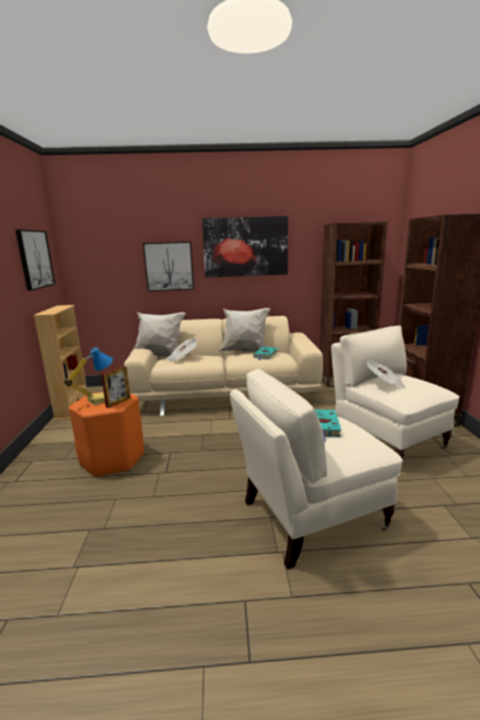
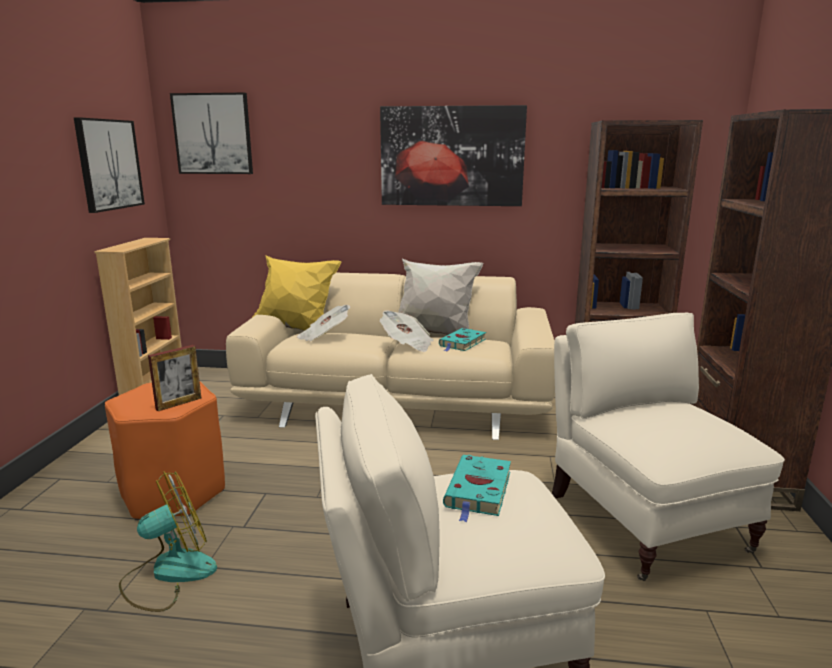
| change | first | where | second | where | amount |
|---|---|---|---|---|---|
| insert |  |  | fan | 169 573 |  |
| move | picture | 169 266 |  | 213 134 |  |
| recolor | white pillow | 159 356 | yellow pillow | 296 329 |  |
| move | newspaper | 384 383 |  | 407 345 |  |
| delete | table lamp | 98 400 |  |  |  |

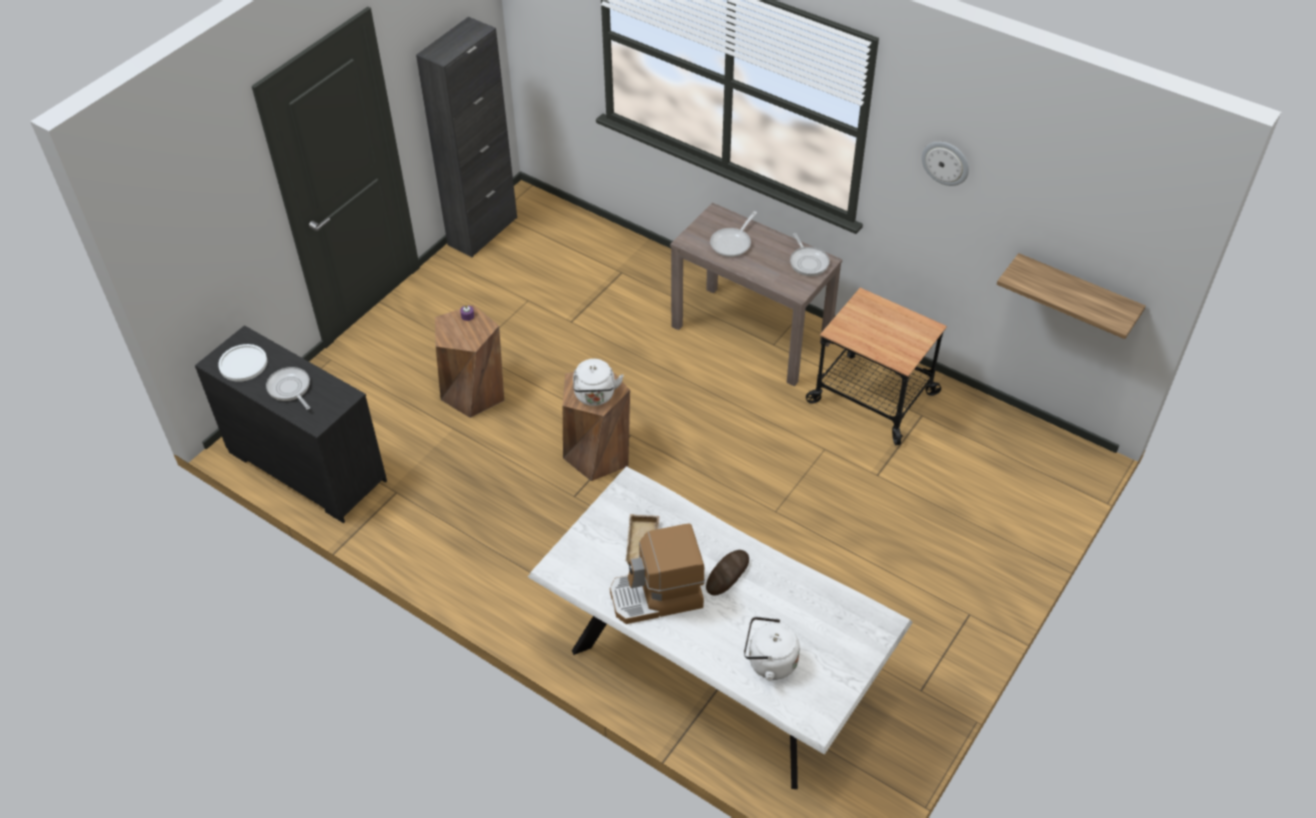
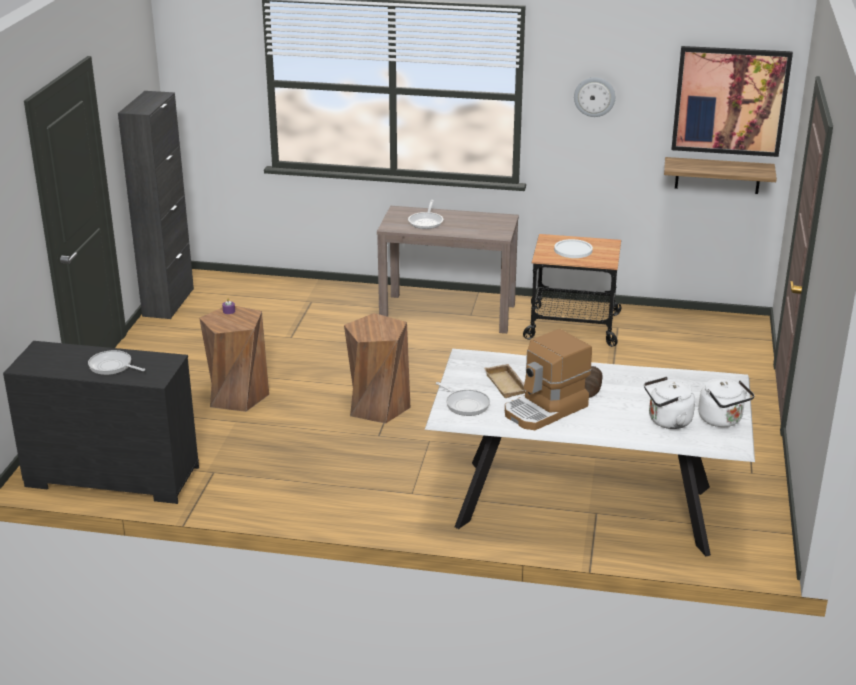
| change | first | where | second | where | amount |
|---|---|---|---|---|---|
| move | frying pan | 808 262 |  | 465 404 |  |
| move | white plate | 243 364 |  | 573 250 |  |
| insert |  |  | picture | 730 101 |  |
| move | white kettle | 595 396 |  | 722 420 |  |

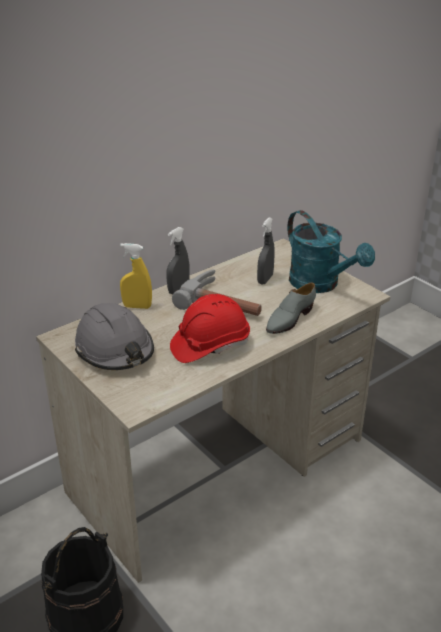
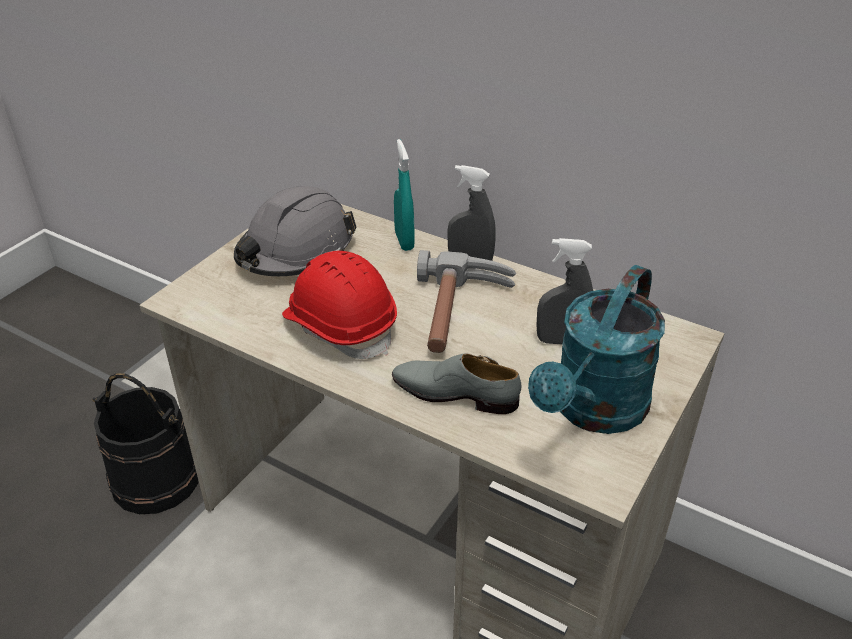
| change | first | where | second | where | amount |
|---|---|---|---|---|---|
| recolor | yellow spray bottle | 137 306 | turquoise spray bottle | 404 241 |  |

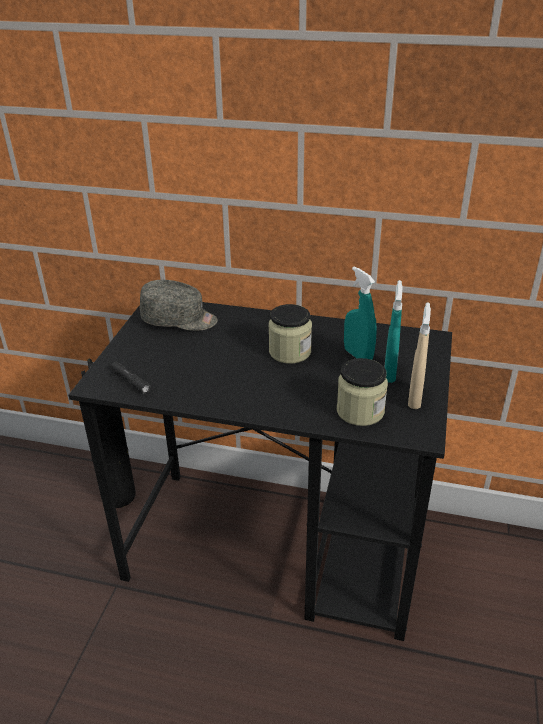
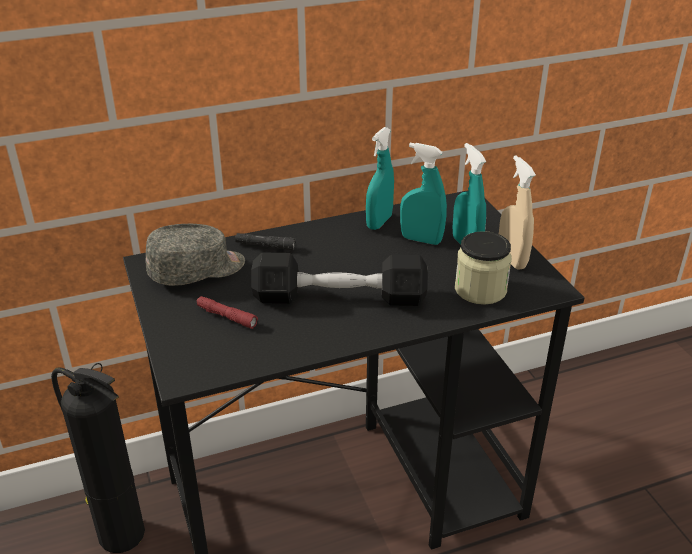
| change | first | where | second | where | amount |
|---|---|---|---|---|---|
| insert |  |  | red flashlight | 226 317 |  |
| move | black flashlight | 130 381 |  | 265 246 |  |
| insert |  |  | black dumbbell | 339 297 |  |
| insert |  |  | turquoise spray bottle | 379 222 |  |
| delete | jar | 290 352 |  |  |  |

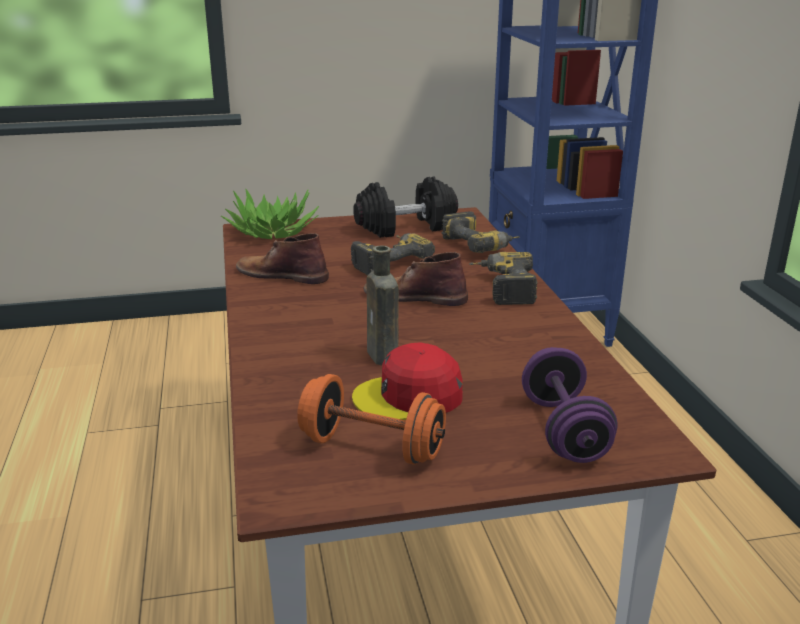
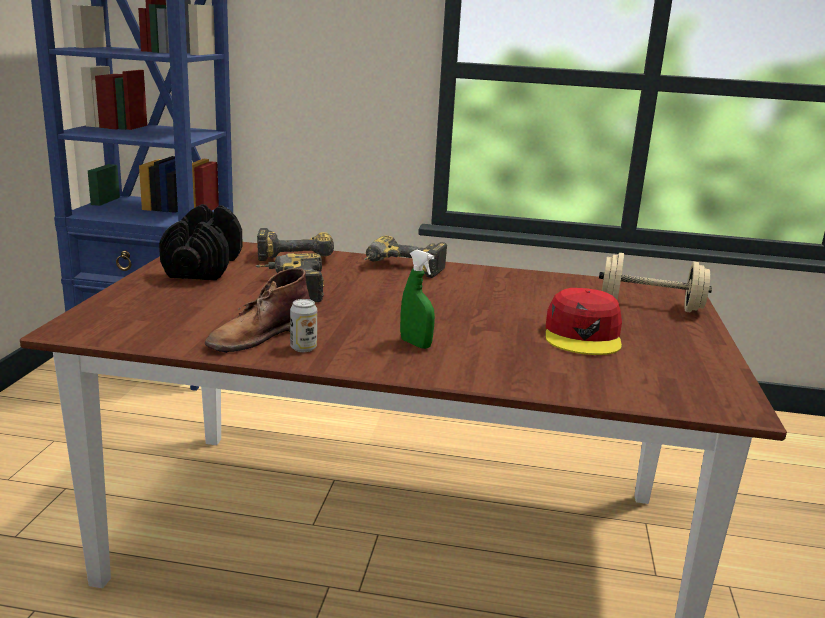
| change | first | where | second | where | amount |
|---|---|---|---|---|---|
| insert |  |  | can | 303 348 |  |
| insert |  |  | green spray bottle | 415 344 |  |
| recolor | purple dumbbell | 564 430 | beige dumbbell | 650 305 |  |
| delete | potted plant | 273 231 |  |  |  |
| delete | orange dumbbell | 372 447 |  |  |  |
| delete | brown boot | 414 297 |  |  |  |
| delete | brown bottle | 383 357 |  |  |  |

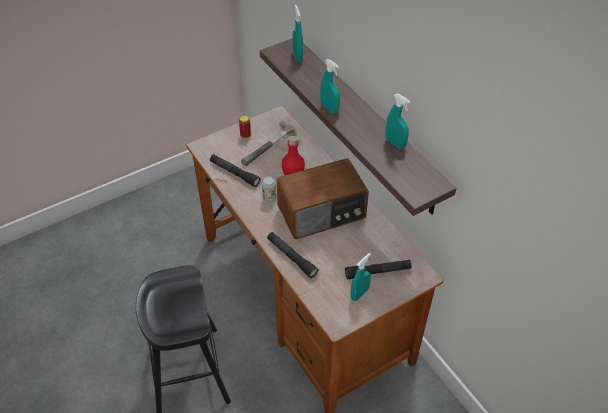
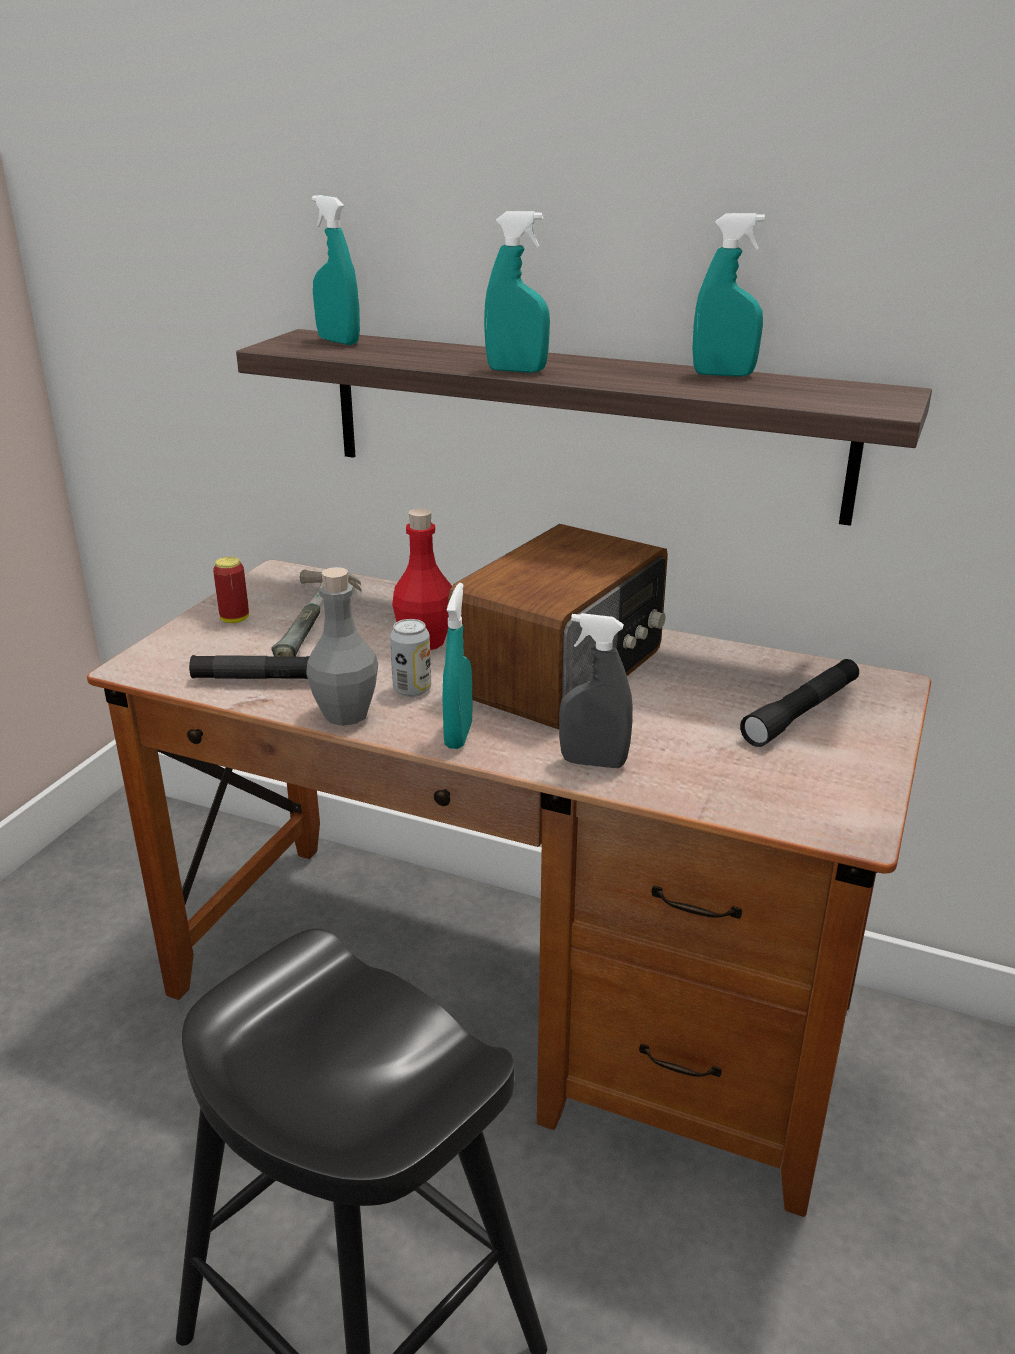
| change | first | where | second | where | amount |
|---|---|---|---|---|---|
| insert |  |  | grey bottle | 346 714 |  |
| move | turquoise spray bottle | 359 294 |  | 458 735 |  |
| replace | black flashlight | 291 257 | grey spray bottle | 593 762 |  |

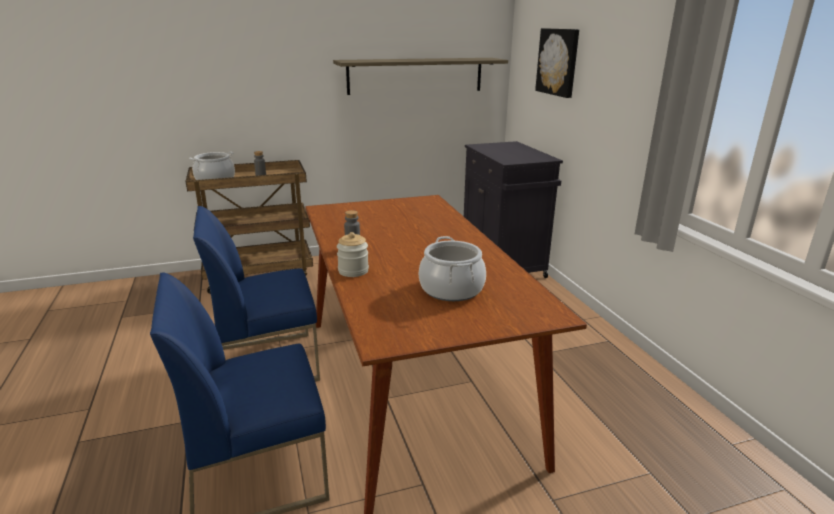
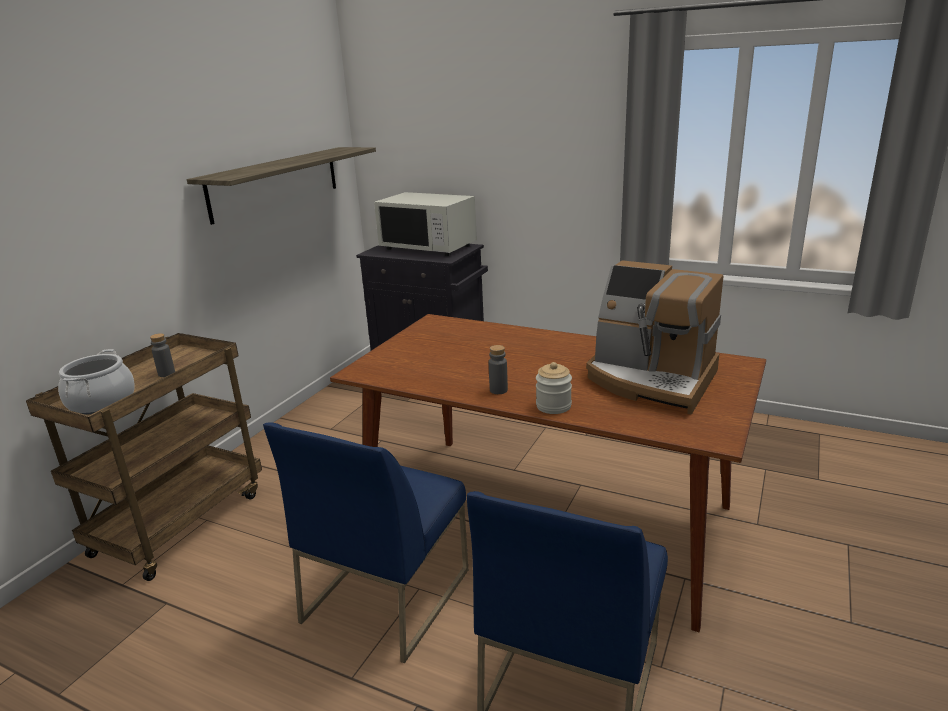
| change | first | where | second | where | amount |
|---|---|---|---|---|---|
| insert |  |  | white microwave | 428 247 |  |
| replace | cooking pot | 452 289 | coffee machine | 651 380 |  |
| delete | picture | 558 62 |  |  |  |

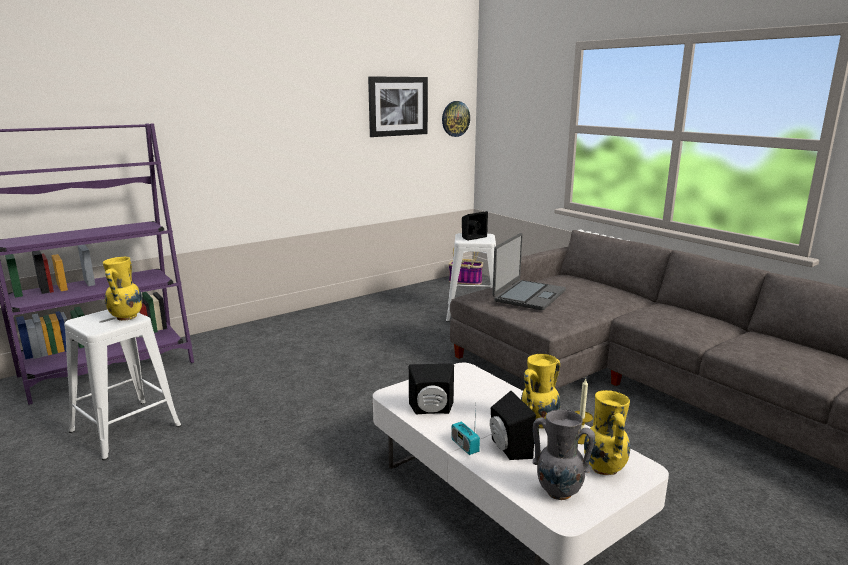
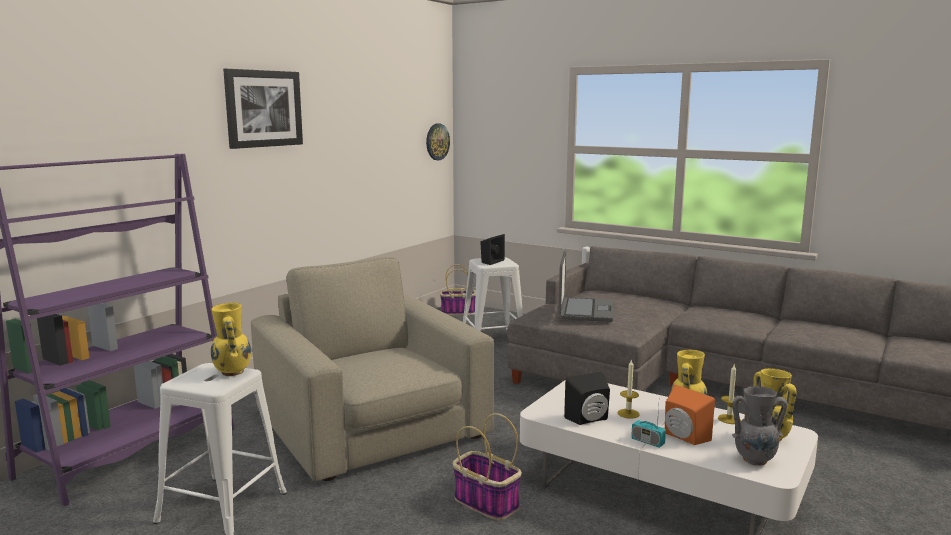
| change | first | where | second | where | amount |
|---|---|---|---|---|---|
| move | picture | 398 106 |  | 263 108 |  |
| insert |  |  | beige armchair | 373 426 |  |
| insert |  |  | basket | 485 502 |  |
| insert |  |  | candle | 628 413 |  |
| recolor | black speaker | 507 448 | orange speaker | 683 437 |  |

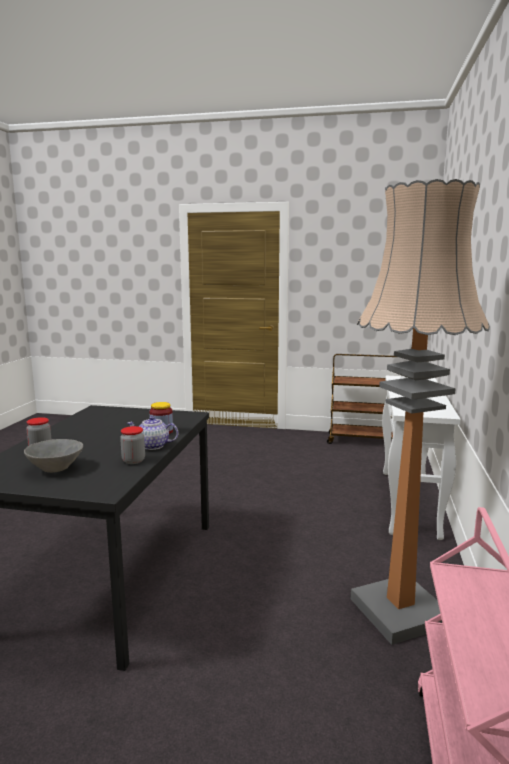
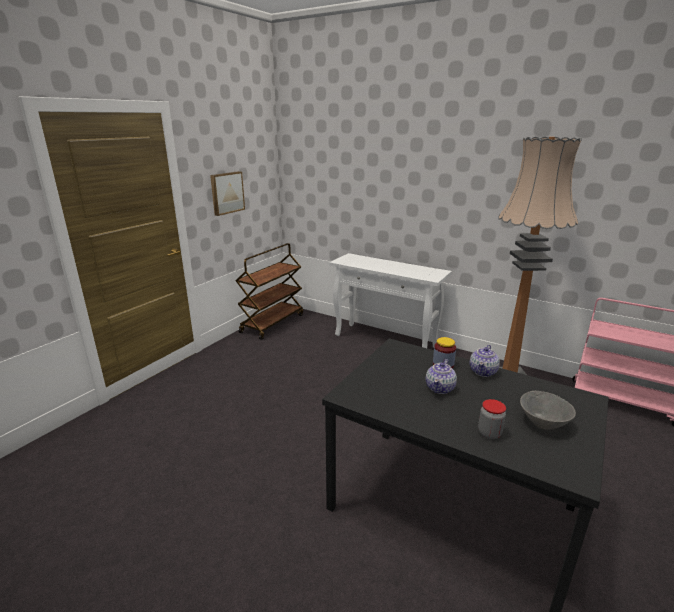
| change | first | where | second | where | amount |
|---|---|---|---|---|---|
| insert |  |  | picture | 226 193 |  |
| insert |  |  | teapot | 440 388 |  |
| delete | jar | 133 461 |  |  |  |

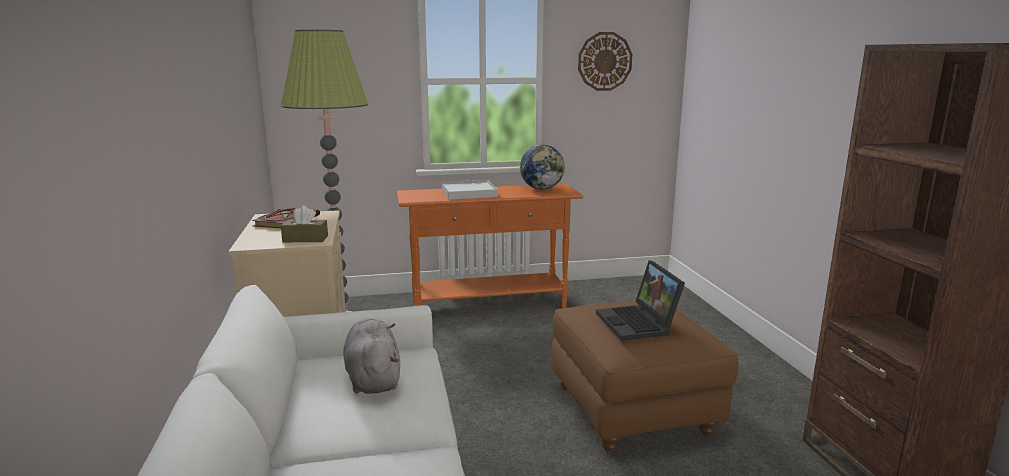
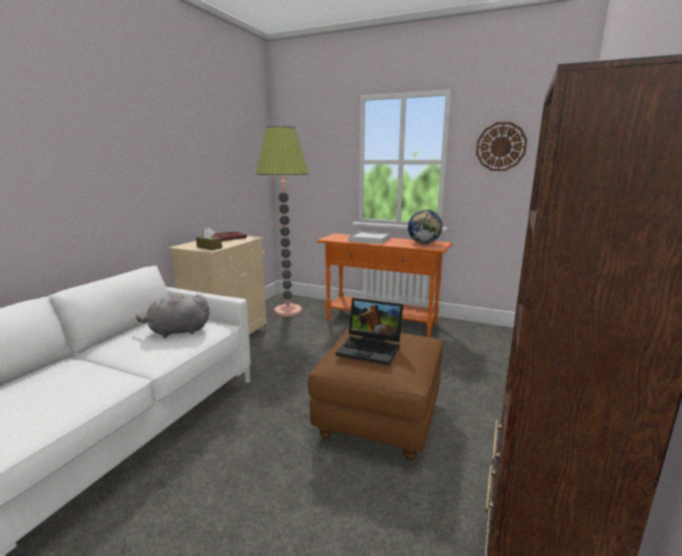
| change | first | where | second | where | amount |
|---|---|---|---|---|---|
| rotate | grey plush toy | 373 378 |  | 177 332 | 120 degrees counterclockwise |
| rotate | laptop | 639 324 |  | 371 348 | 90 degrees counterclockwise |

